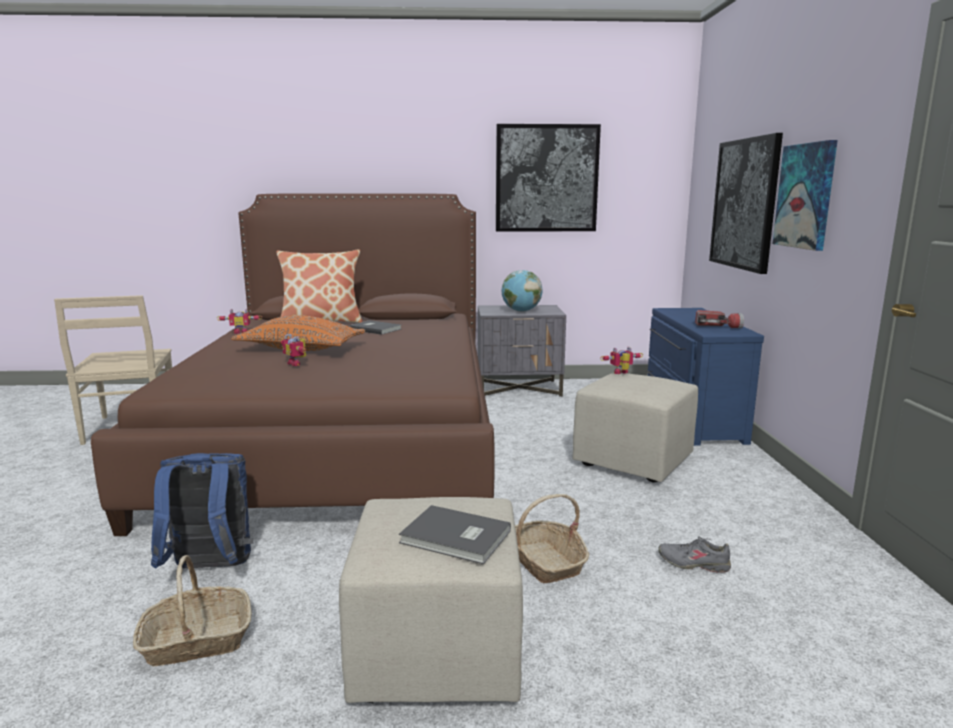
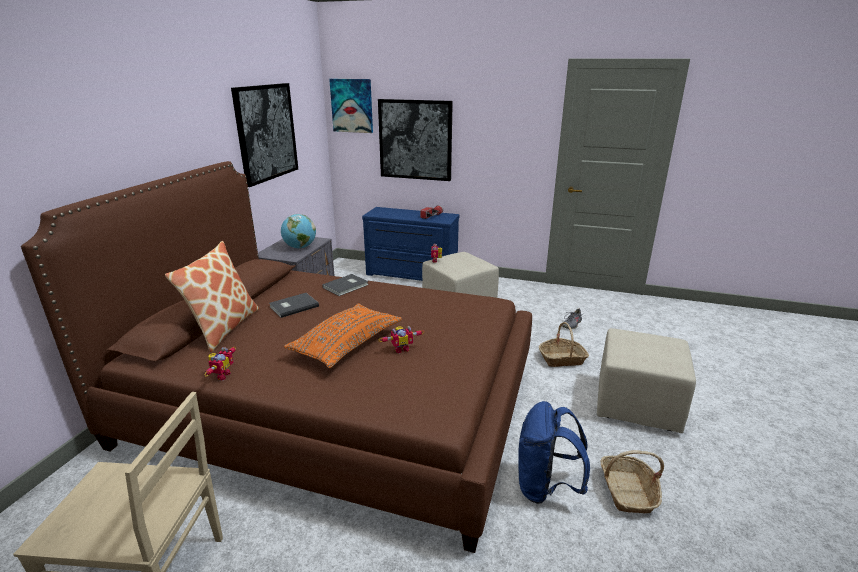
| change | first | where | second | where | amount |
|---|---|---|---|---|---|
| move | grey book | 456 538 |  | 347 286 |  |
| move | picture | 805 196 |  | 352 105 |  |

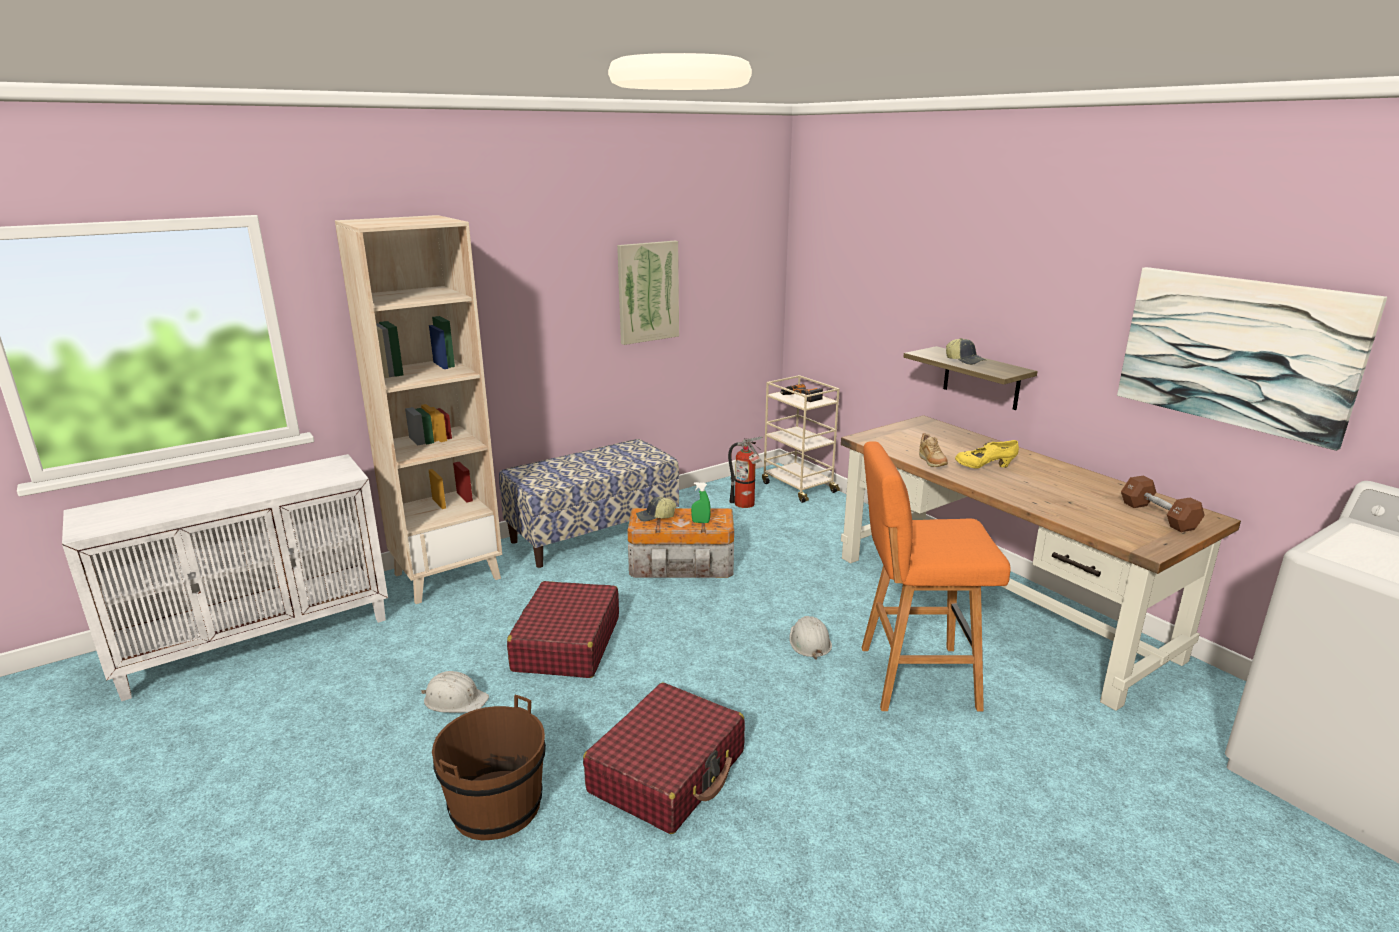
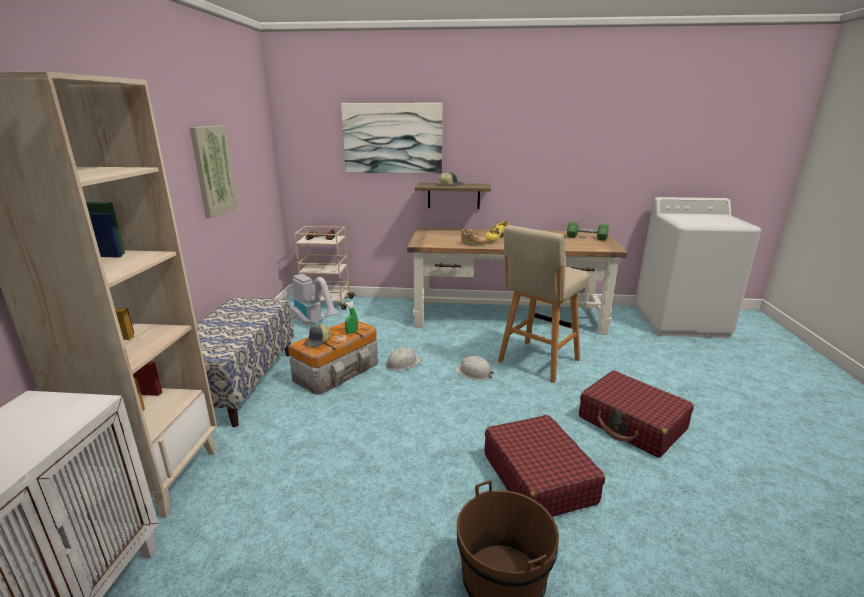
| change | first | where | second | where | amount |
|---|---|---|---|---|---|
| replace | fire extinguisher | 747 505 | vacuum cleaner | 315 323 |  |
| move | picture | 1237 351 |  | 392 138 |  |
| move | white hard hat | 455 700 |  | 403 363 |  |
| recolor | orange stool | 913 677 | beige stool | 537 362 |  |
| recolor | brown dumbbell | 1158 516 | green dumbbell | 586 237 |  |
| move | red suitcase | 566 644 |  | 632 423 |  |

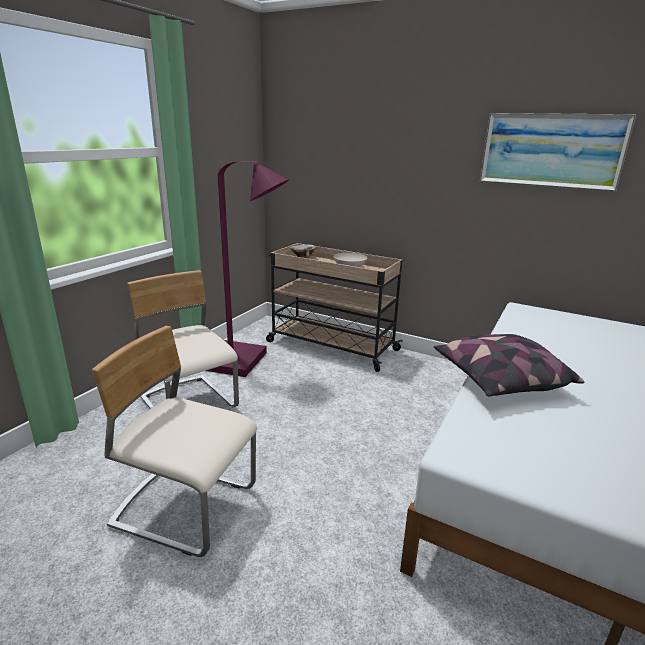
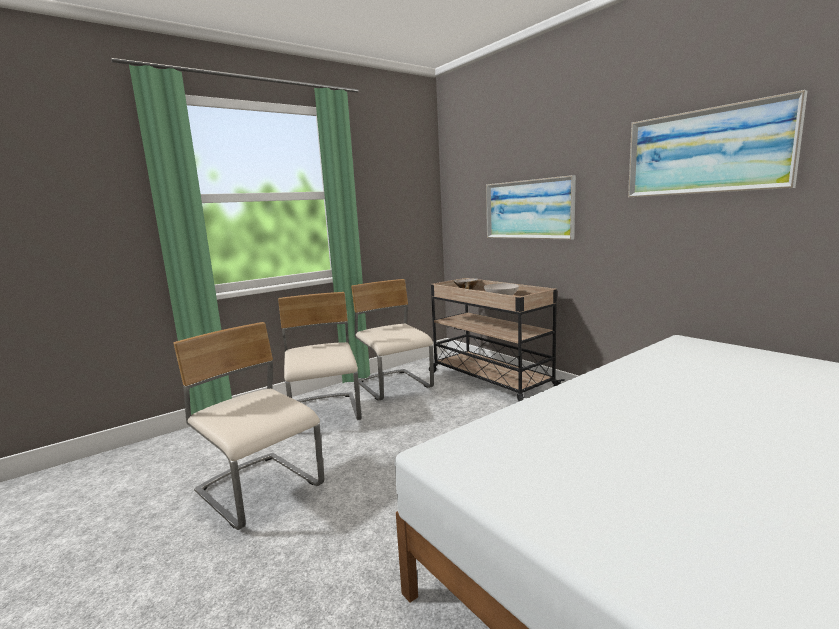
| change | first | where | second | where | amount |
|---|---|---|---|---|---|
| replace | purple floor lamp | 241 362 | beige chair | 394 386 |  |
| insert |  |  | picture | 528 209 |  |
| delete | pillow | 499 380 |  |  |  |

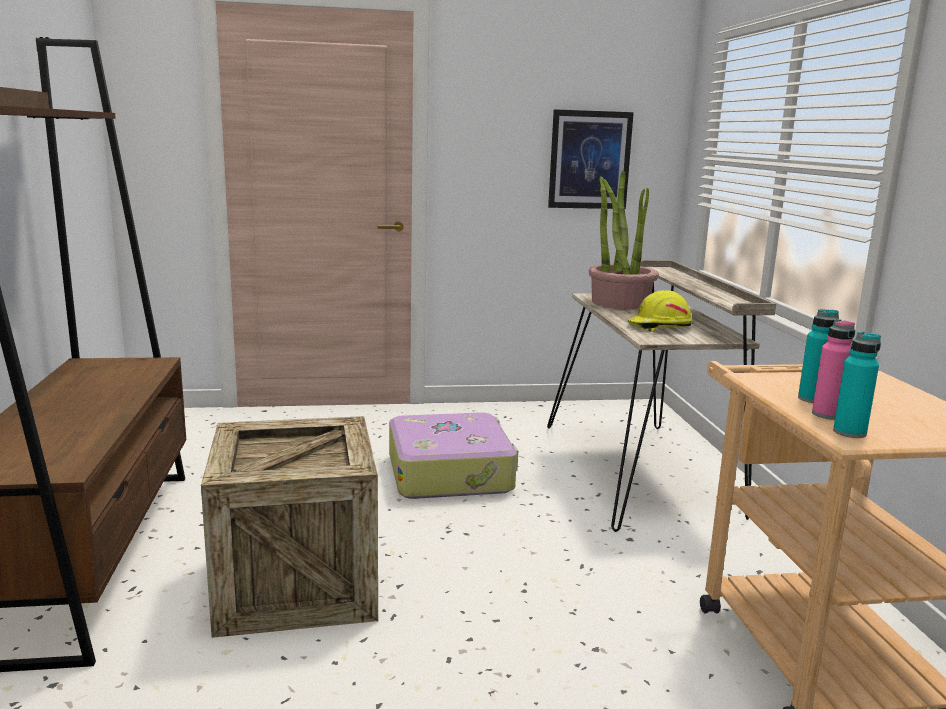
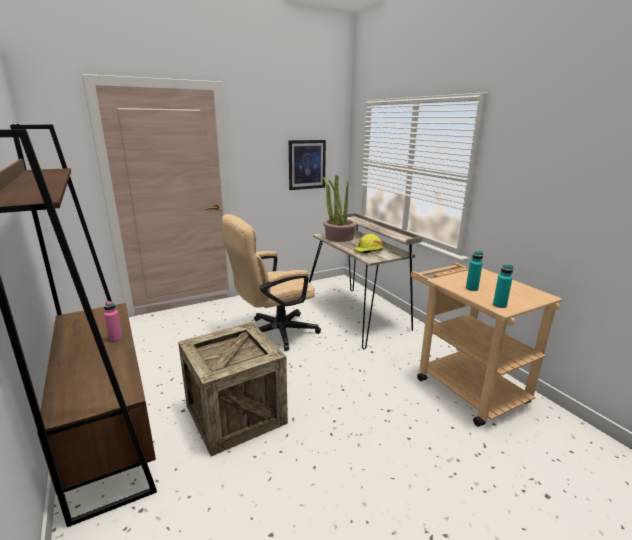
| change | first | where | second | where | amount |
|---|---|---|---|---|---|
| move | pink bottle | 827 414 |  | 116 339 |  |
| replace | suitcase | 451 472 | beige office chair | 273 333 |  |

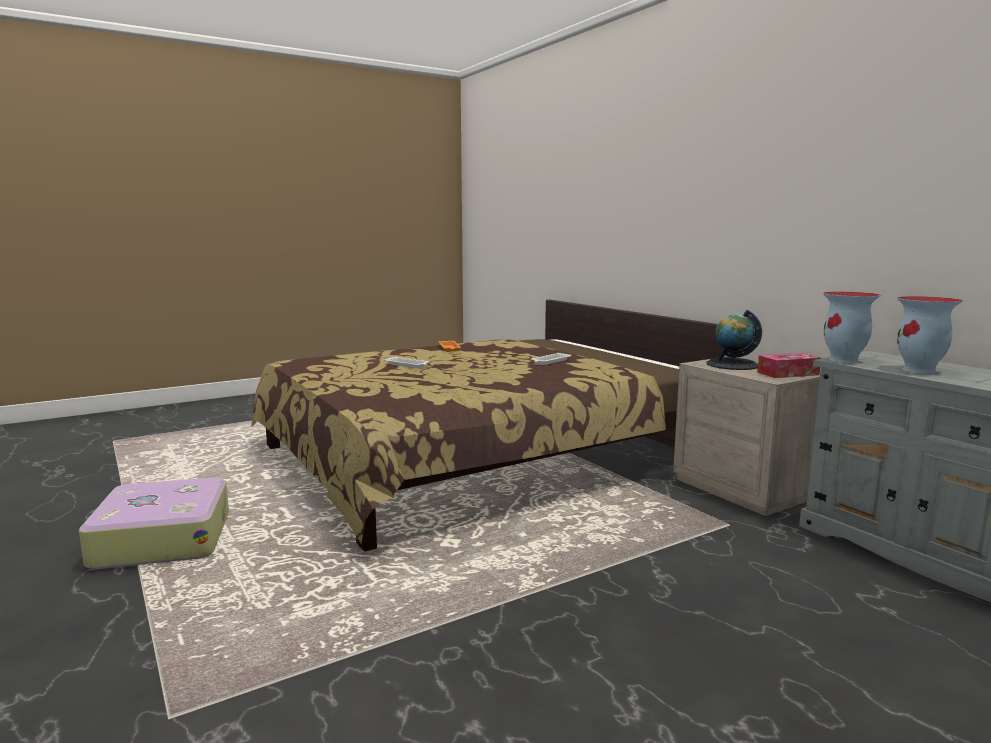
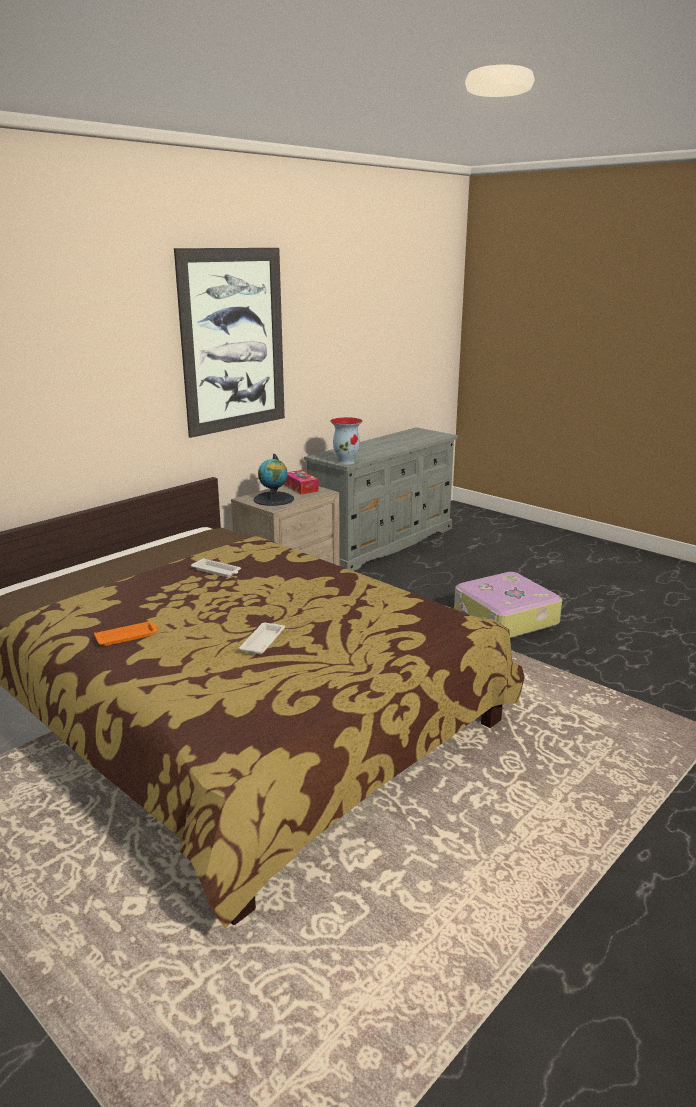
| change | first | where | second | where | amount |
|---|---|---|---|---|---|
| insert |  |  | picture | 233 341 |  |
| move | suitcase | 162 539 |  | 505 618 |  |
| delete | vase | 920 370 |  |  |  |

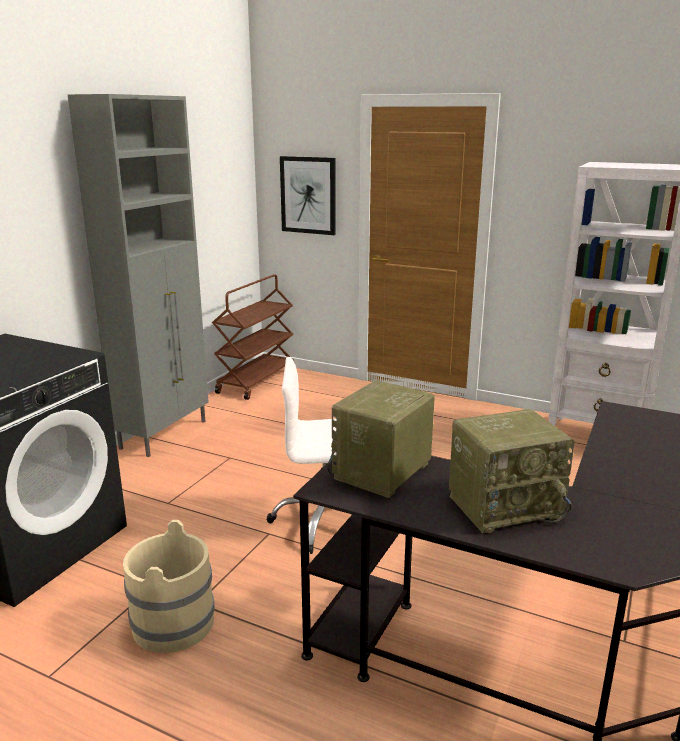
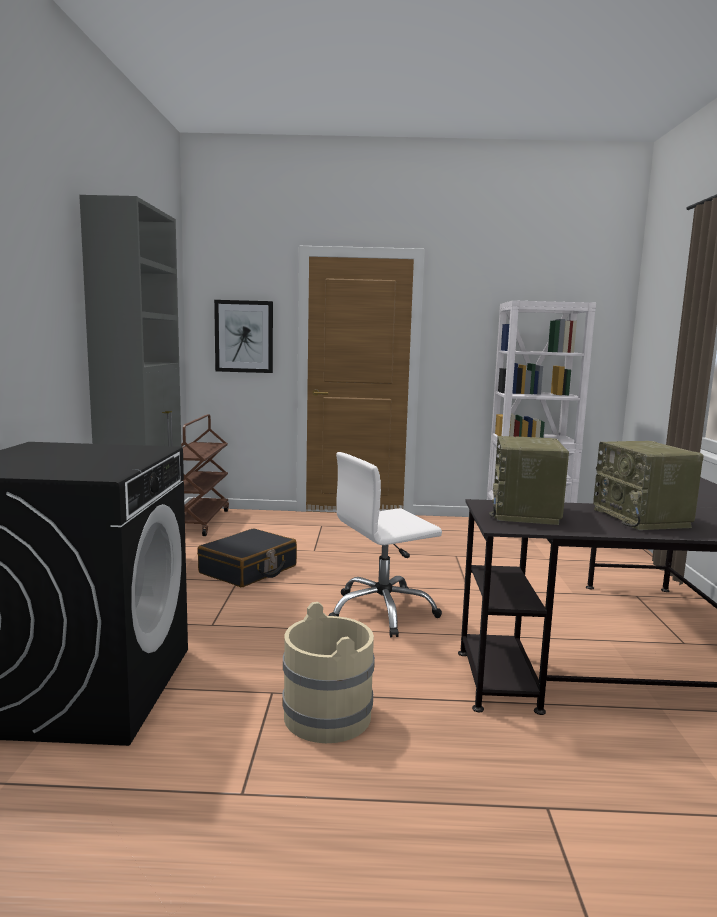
| change | first | where | second | where | amount |
|---|---|---|---|---|---|
| insert |  |  | black suitcase | 248 570 |  |
| rotate | radio | 505 505 |  | 642 518 | 120 degrees clockwise |

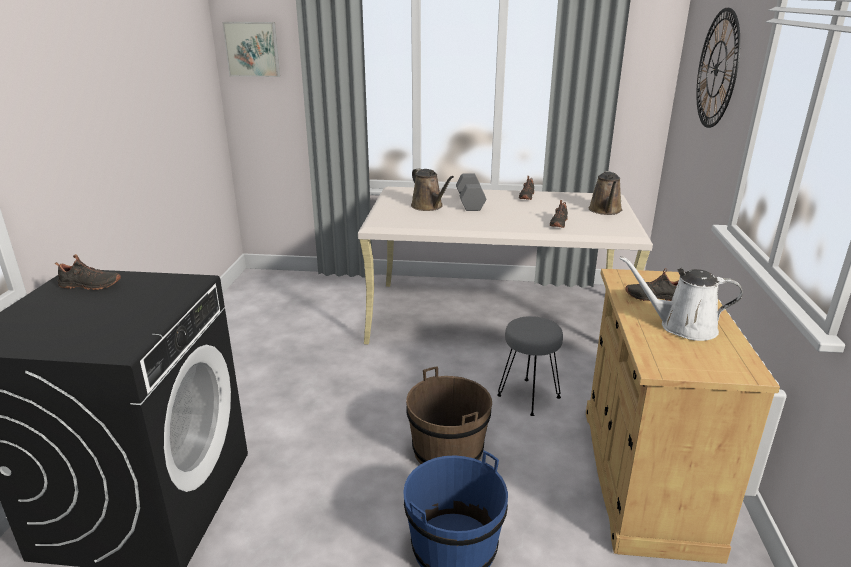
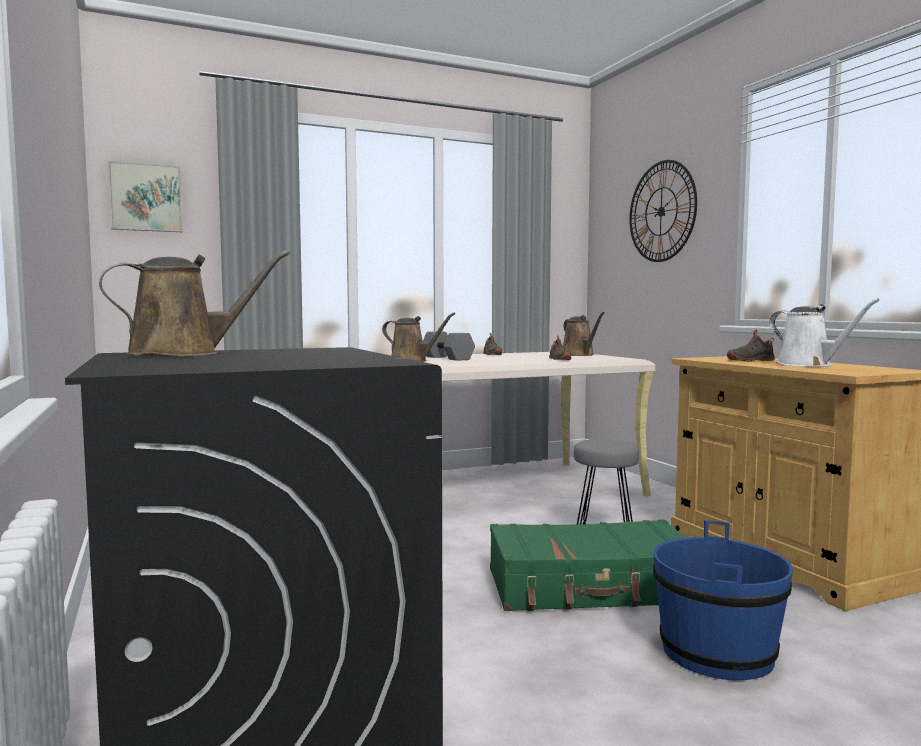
| change | first | where | second | where | amount |
|---|---|---|---|---|---|
| replace | black shoe | 89 286 | brown watering can | 184 354 |  |
| replace | brown bucket | 448 451 | green suitcase | 591 587 |  |
| rotate | white watering can | 682 327 |  | 808 365 | 105 degrees counterclockwise |

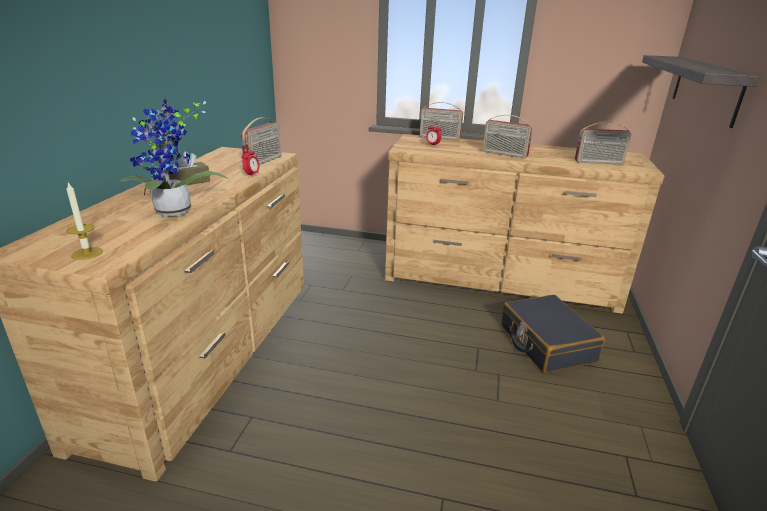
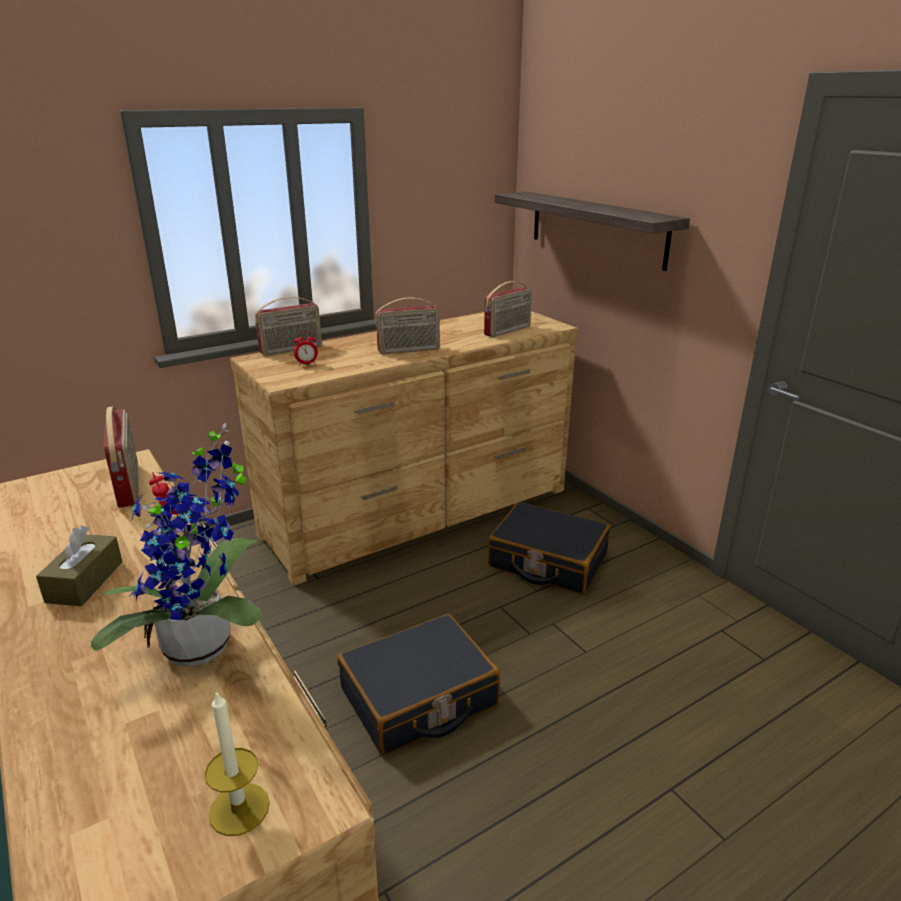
| change | first | where | second | where | amount |
|---|---|---|---|---|---|
| insert |  |  | black suitcase | 419 698 |  |

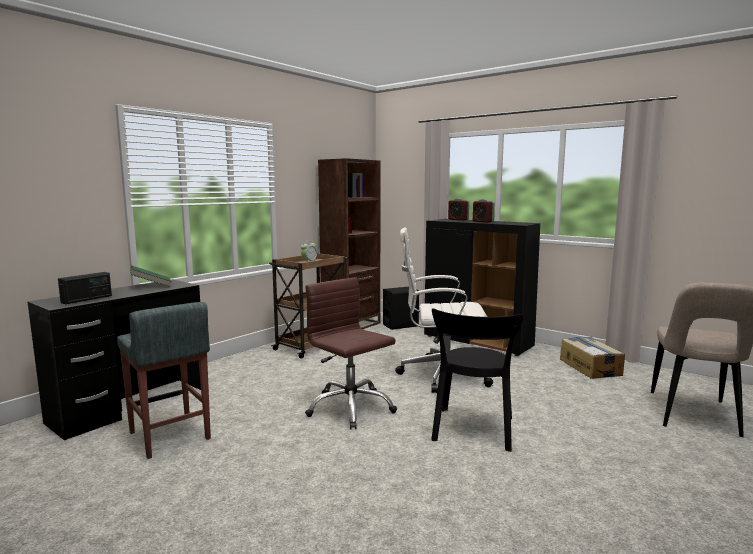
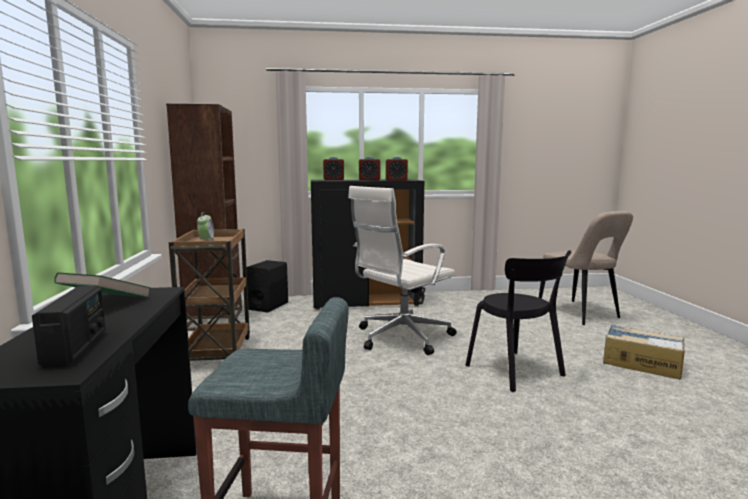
| change | first | where | second | where | amount |
|---|---|---|---|---|---|
| insert |  |  | alarm clock | 396 180 |  |
| move | cardboard box | 590 367 |  | 641 363 |  |
| delete | brown office chair | 350 408 |  |  |  |

